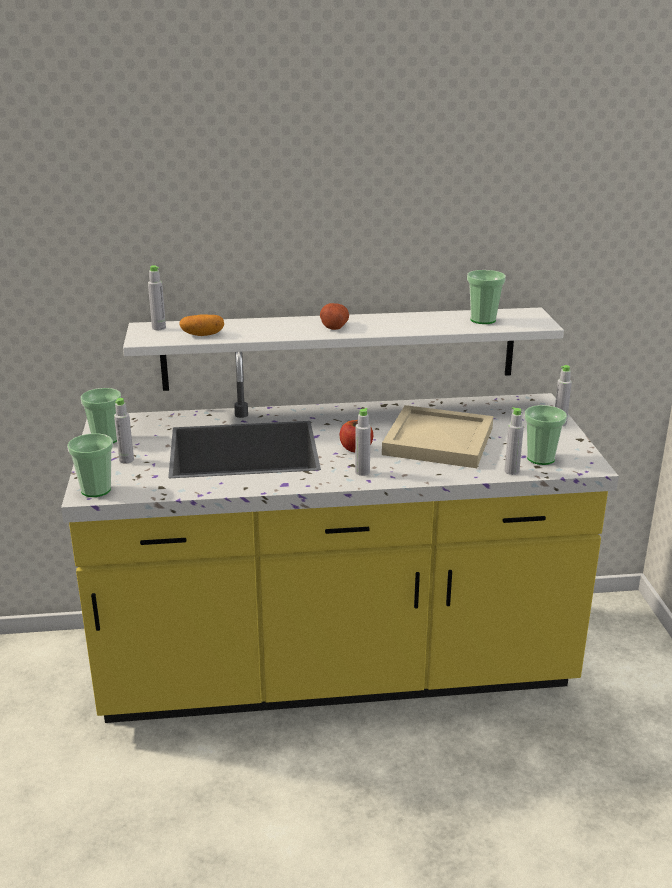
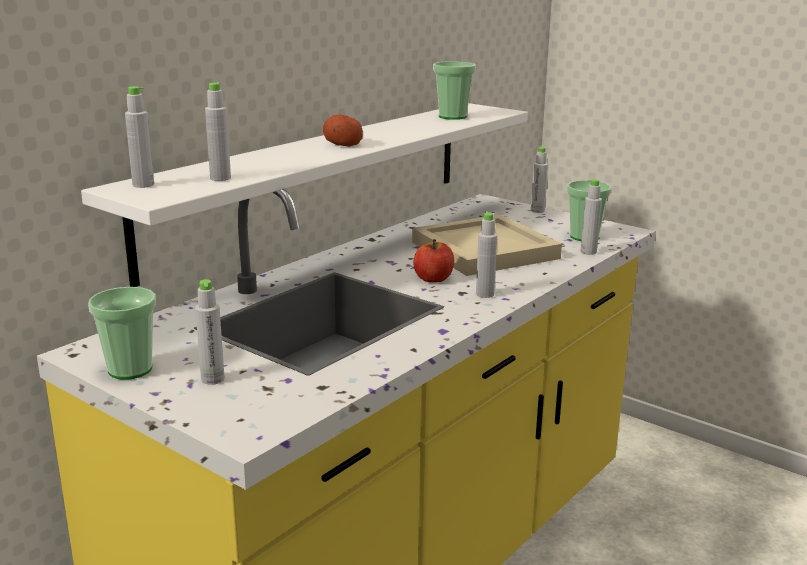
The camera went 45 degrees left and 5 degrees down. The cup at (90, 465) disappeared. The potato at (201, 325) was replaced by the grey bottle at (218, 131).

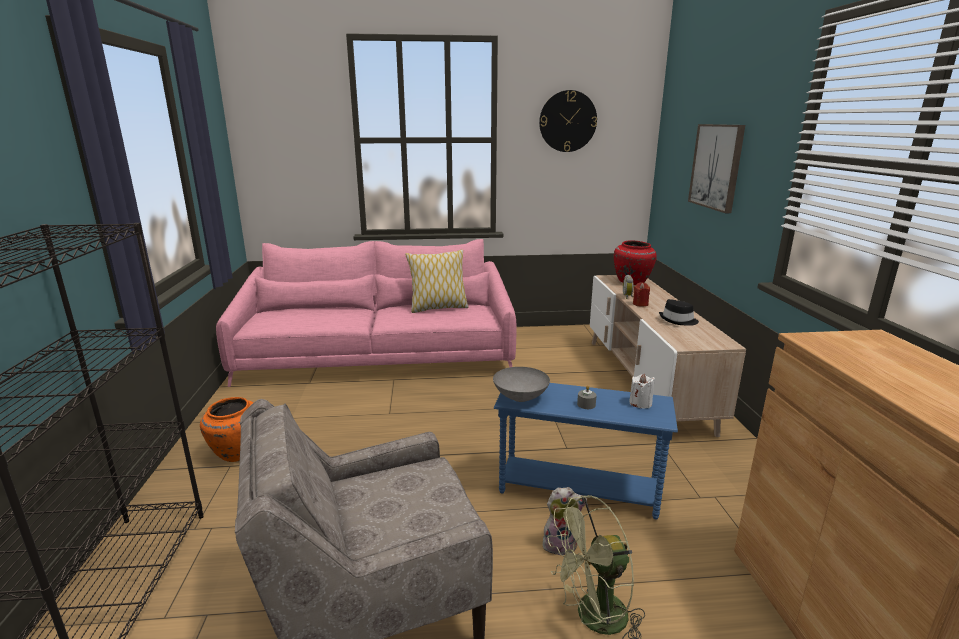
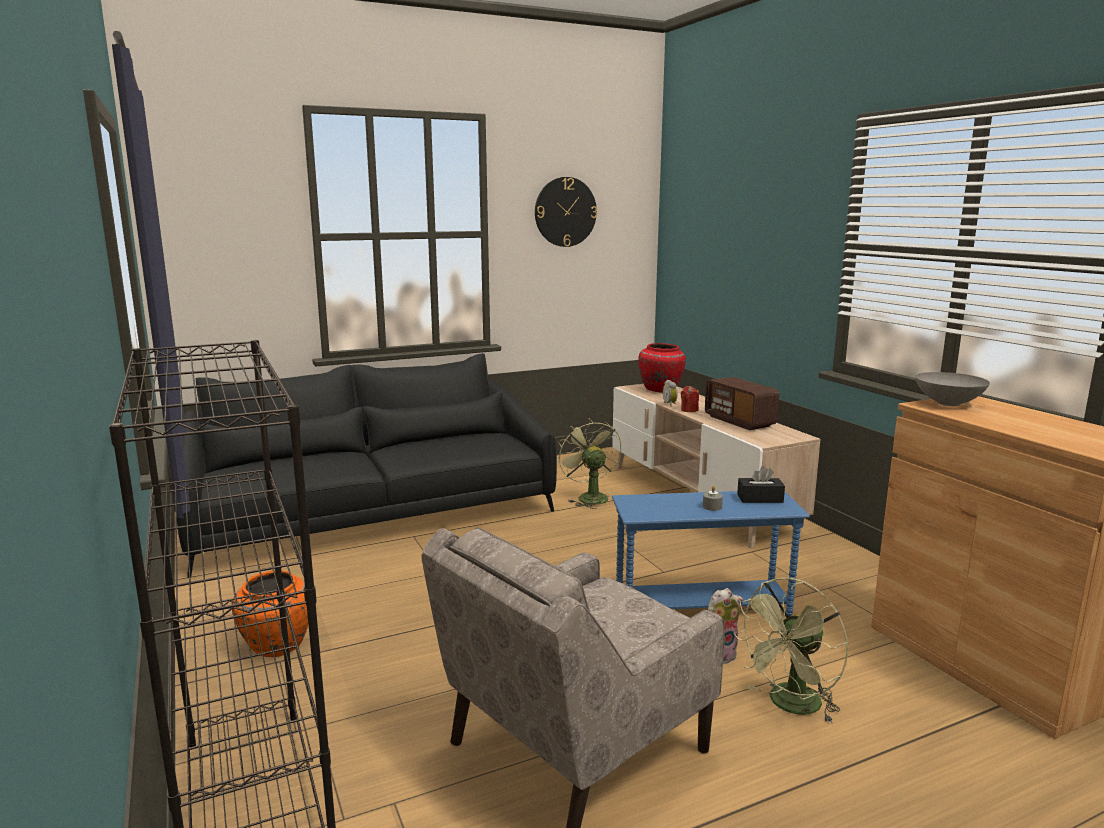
The camera went 20 degrees left and 5 degrees down. The pillow at (437, 281) disappeared. The picture at (716, 168) disappeared. The green fan at (589, 463) appeared. The grey bowl moved from (521, 384) to (952, 389). The white candle at (642, 391) was replaced by the black tissue box at (761, 484). The black hat at (679, 312) was replaced by the radio at (742, 403). The pink sofa at (366, 313) became the black sofa at (365, 465).

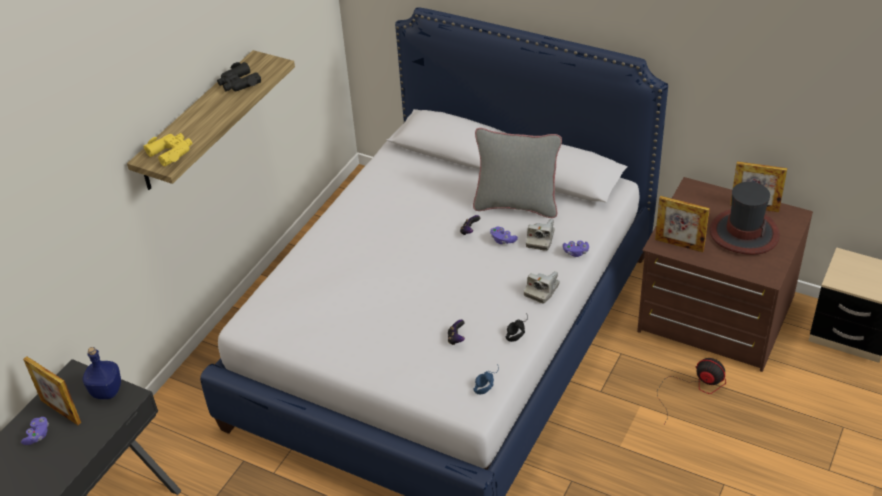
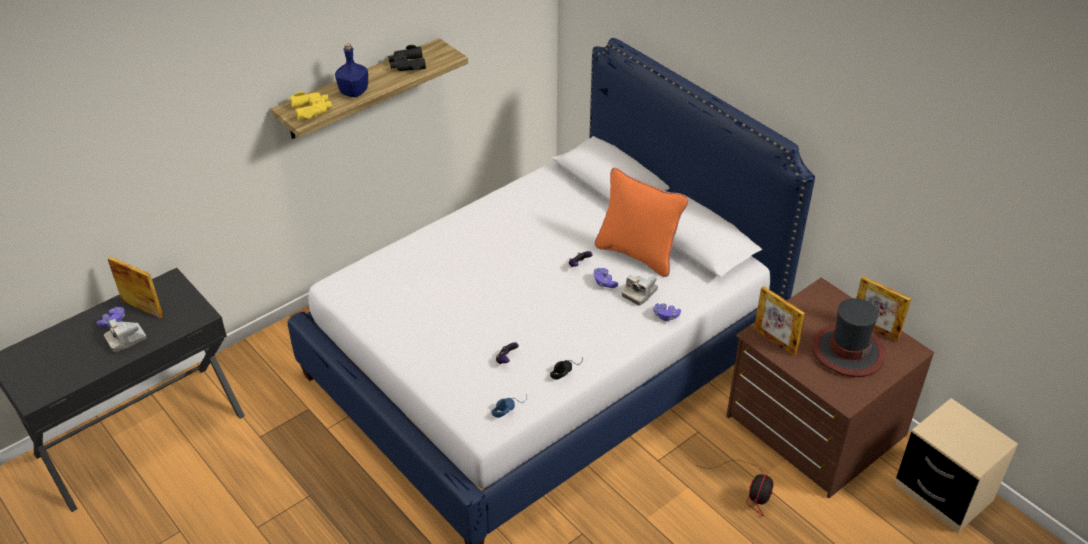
The camera went 20 degrees right and 0 degrees up. The blue bottle moved from (102, 373) to (351, 70). The photo camera moved from (542, 287) to (125, 336). The grey pillow at (517, 173) became the orange pillow at (641, 222). The picture frame at (52, 390) turned 150 degrees clockwise. The fan at (691, 391) turned 60 degrees clockwise.

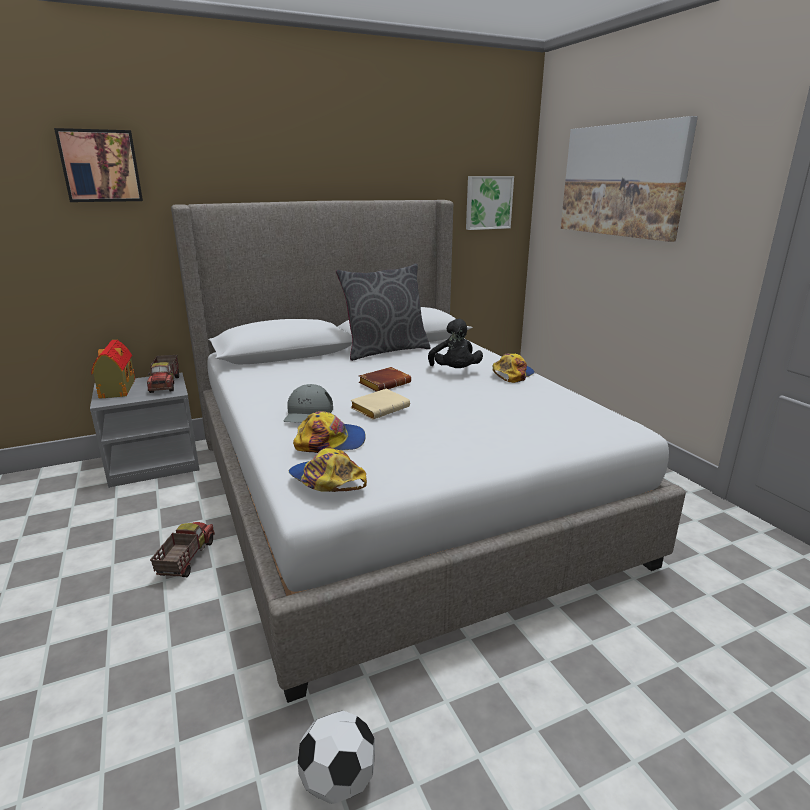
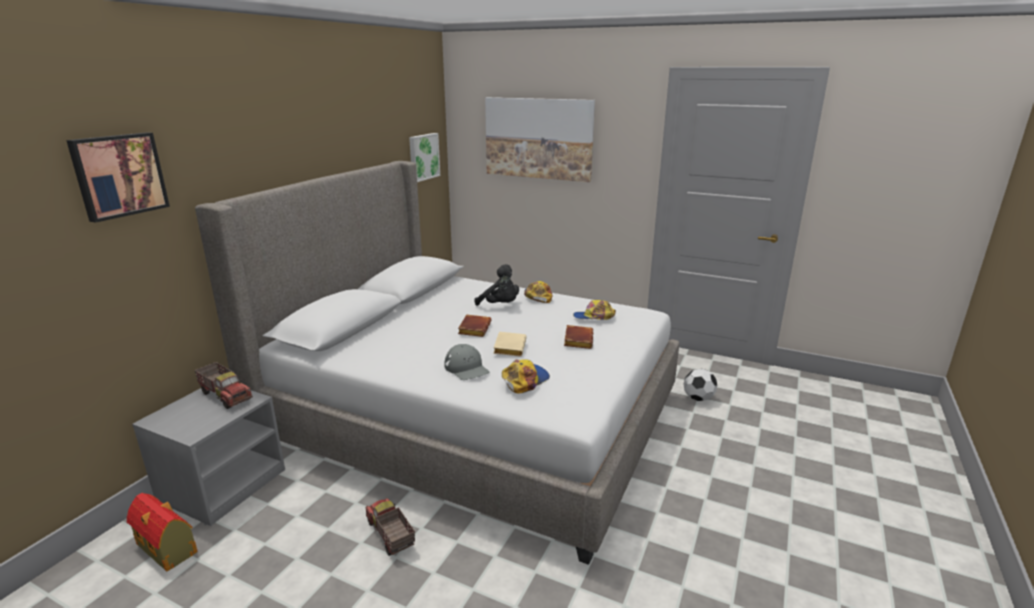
The camera went 40 degrees left and 0 degrees up. The grey pillow at (383, 312) disappeared. The brown book at (578, 337) appeared. The toy house moved from (113, 369) to (162, 532). The cap moved from (328, 470) to (594, 310). The football moved from (336, 757) to (700, 385).

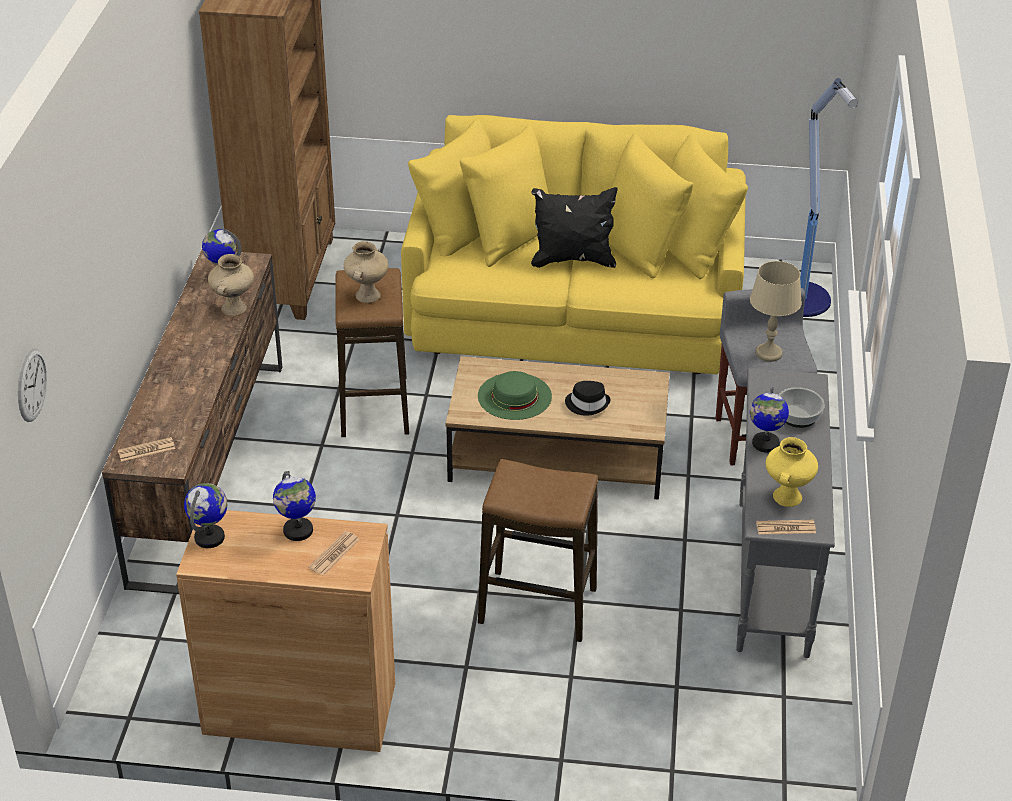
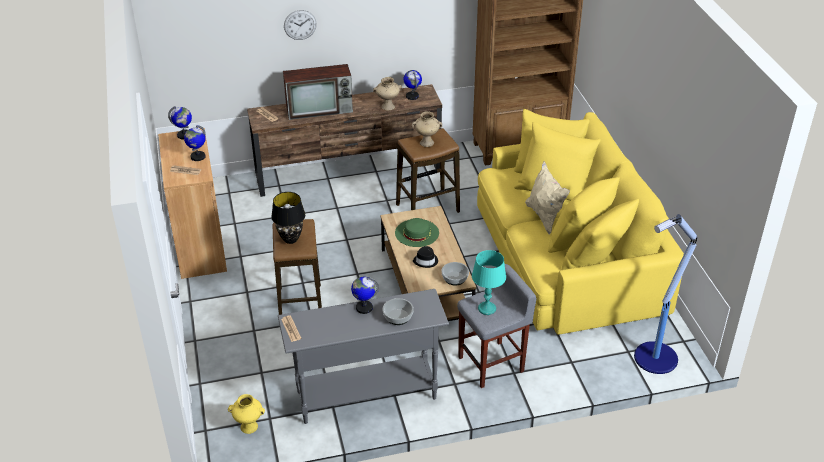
The camera went 70 degrees right and 0 degrees up. The black table lamp at (288, 218) appeared. The television at (318, 92) appeared. The bowl at (455, 274) appeared. The wall clock moved from (32, 385) to (300, 25). The yellow vase moved from (792, 472) to (246, 414). The black pillow at (574, 227) became the beige pillow at (547, 198). The beige table lamp at (776, 311) became the turquoise table lamp at (489, 282).

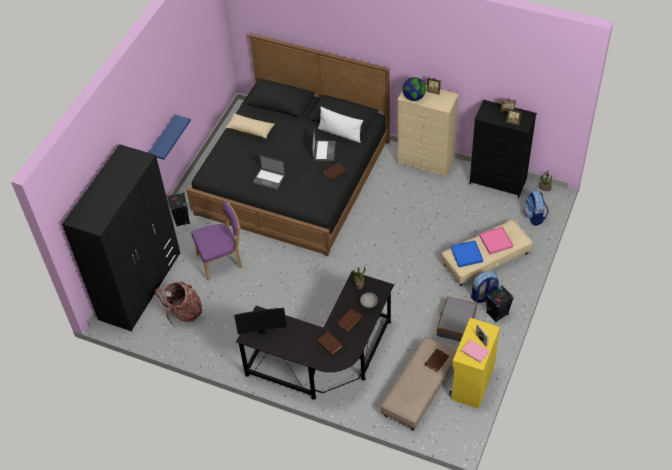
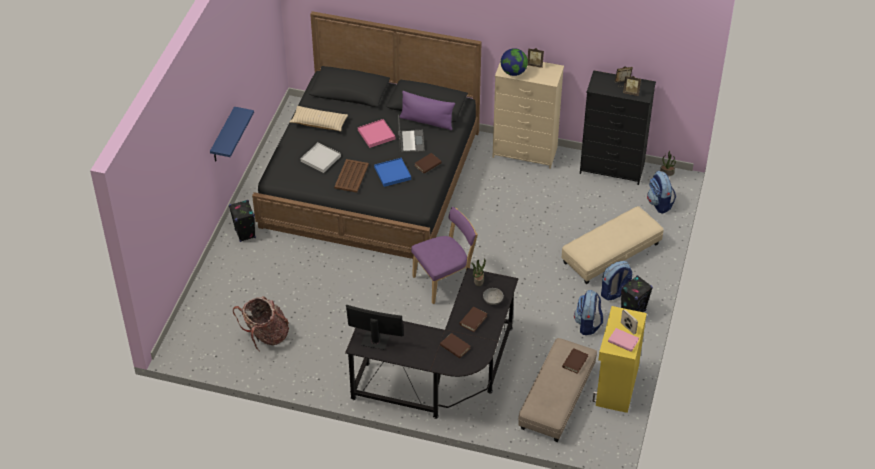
The camera went 10 degrees left and 5 degrees down. The black wardrobe at (121, 238) disappeared. The white tray at (320, 157) appeared. The purple chair moved from (216, 240) to (444, 255). The blue tray moved from (467, 254) to (392, 172). The pink tray moved from (496, 240) to (376, 133). The laptop at (269, 172) was replaced by the brown tray at (351, 176). The grey suitcase at (457, 319) was replaced by the backpack at (588, 312). The white pillow at (340, 125) became the purple pillow at (427, 110). The monitor at (260, 324) turned 150 degrees counterclockwise.

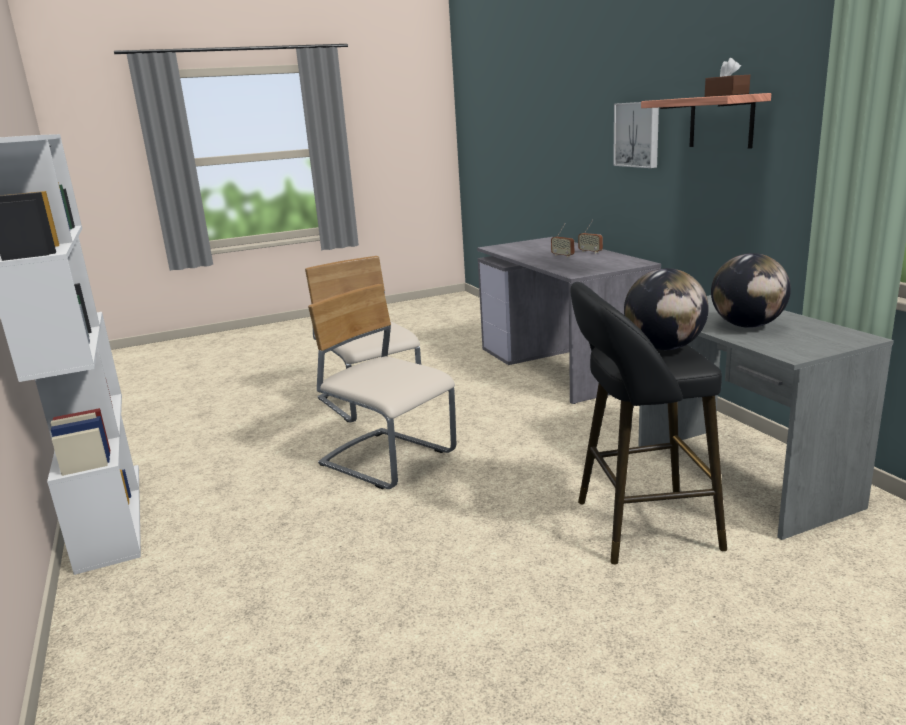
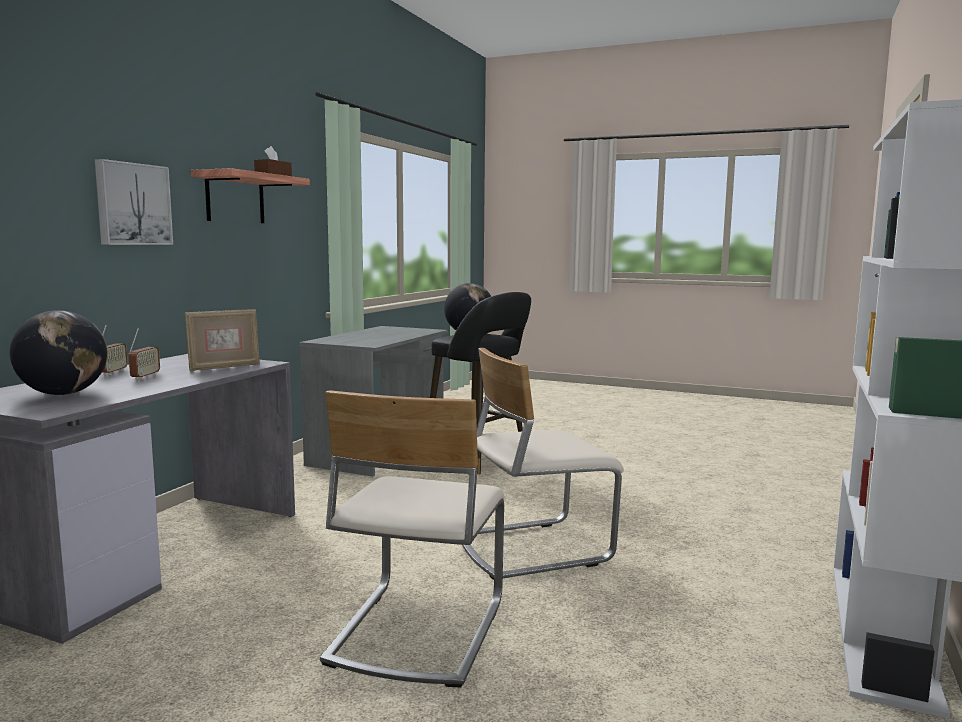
The camera went 135 degrees left and 10 degrees down. The picture frame at (222, 340) appeared. The globe moved from (751, 290) to (58, 352). The beige chair at (382, 386) turned 75 degrees clockwise.

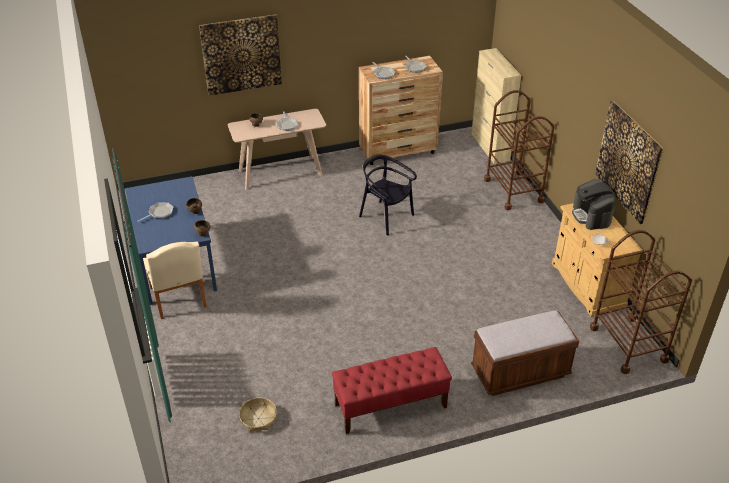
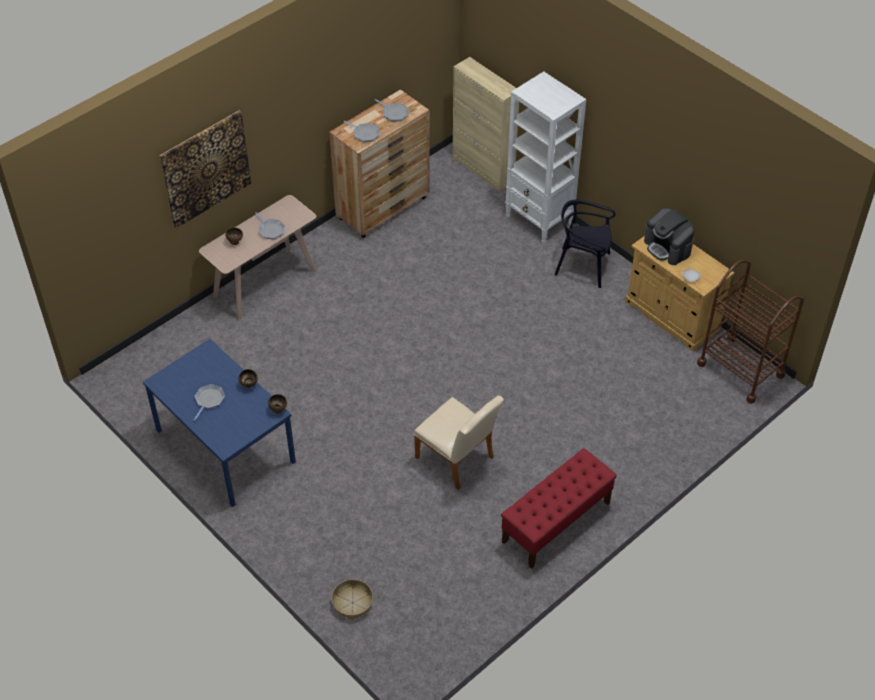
The camera went 25 degrees left and 10 degrees up. The brown bench at (525, 353) disappeared. The picture at (629, 162) disappeared. The beige chair moved from (175, 280) to (459, 443). The basket moved from (258, 415) to (352, 599). The black chair moved from (388, 194) to (585, 244). The brown cart at (519, 150) was replaced by the white bookcase at (545, 157).

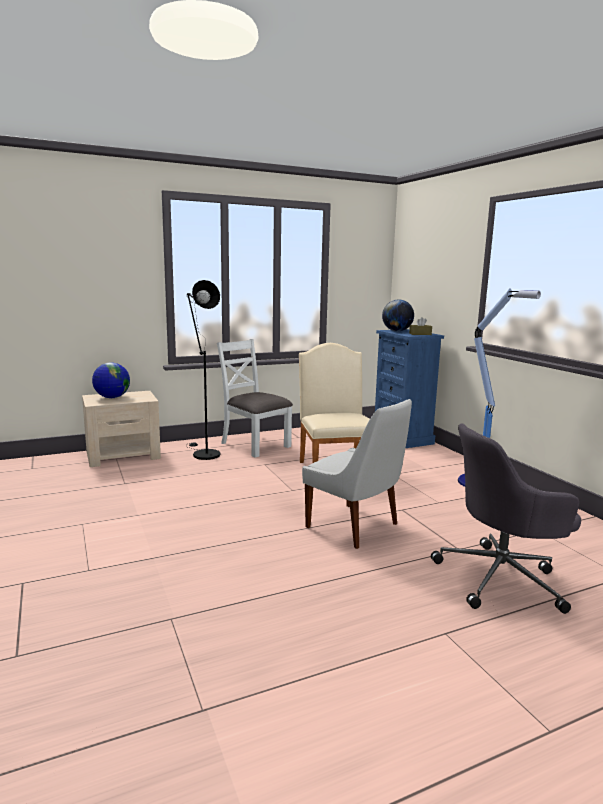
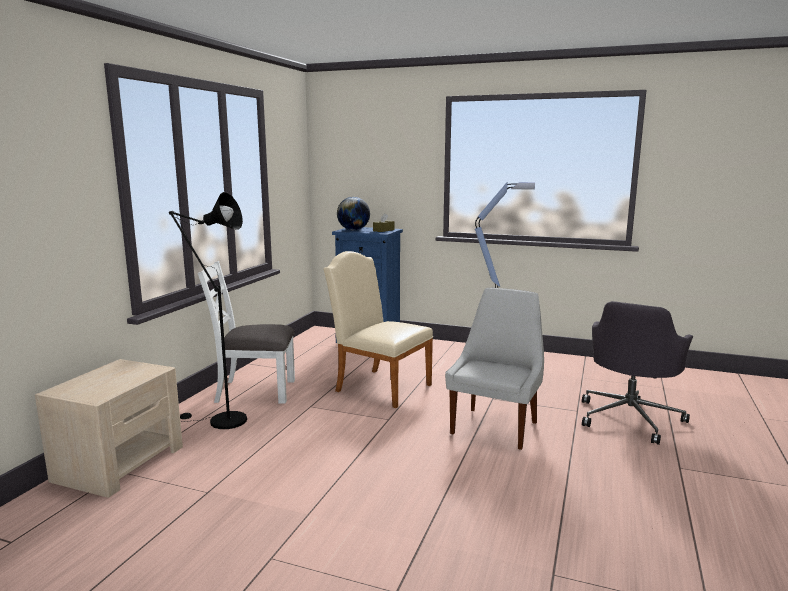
The camera went 45 degrees left and 0 degrees up. The globe at (111, 380) disappeared. The white chair at (357, 474) turned 60 degrees counterclockwise.

